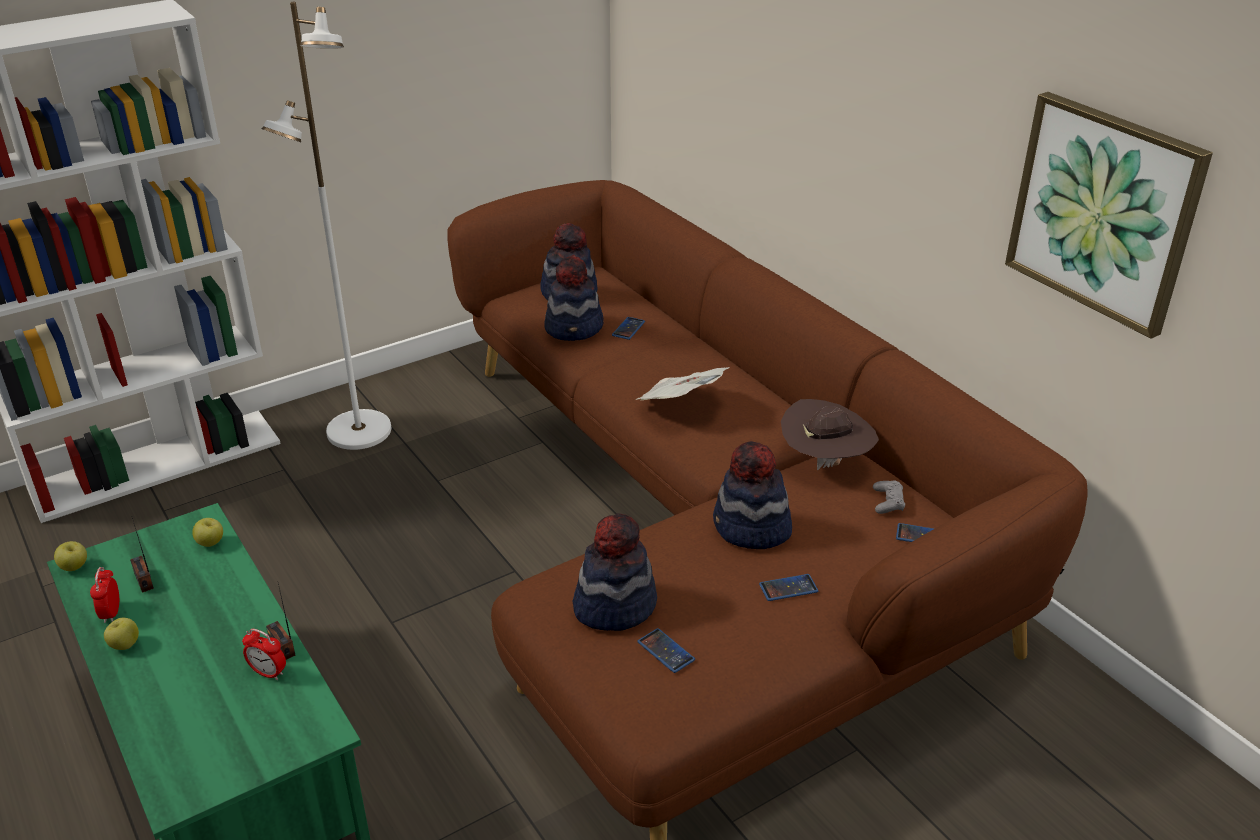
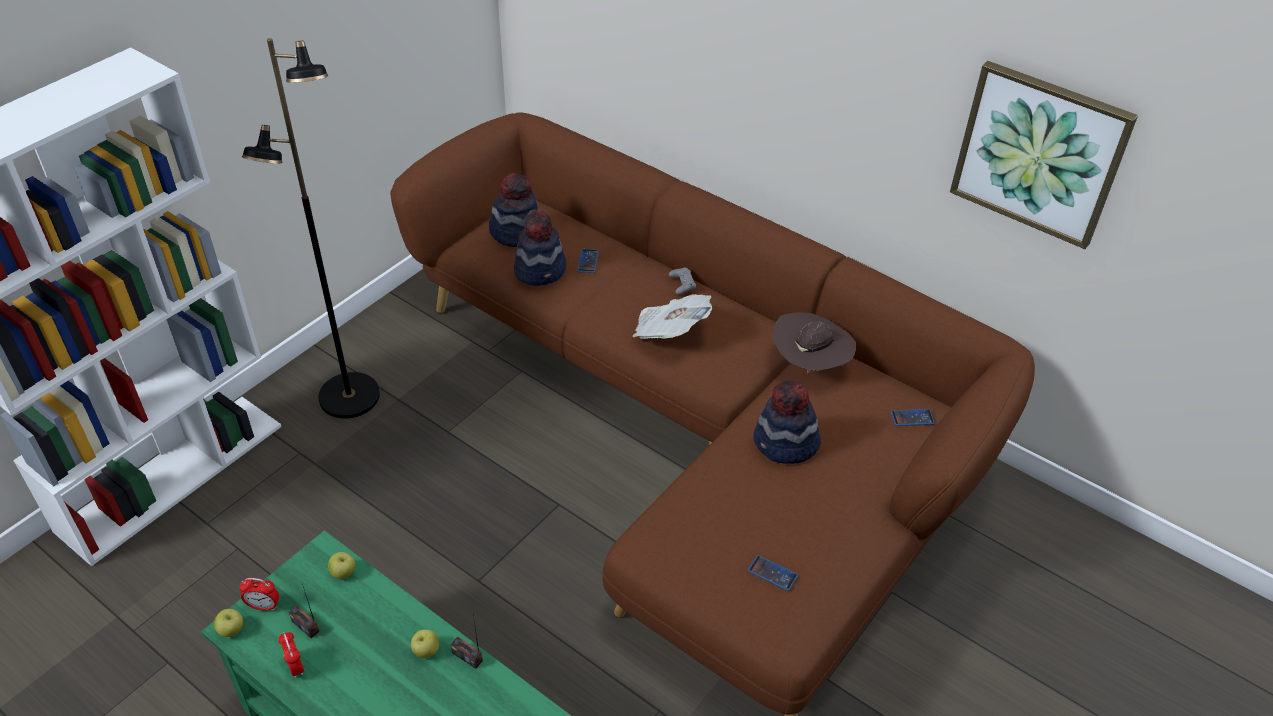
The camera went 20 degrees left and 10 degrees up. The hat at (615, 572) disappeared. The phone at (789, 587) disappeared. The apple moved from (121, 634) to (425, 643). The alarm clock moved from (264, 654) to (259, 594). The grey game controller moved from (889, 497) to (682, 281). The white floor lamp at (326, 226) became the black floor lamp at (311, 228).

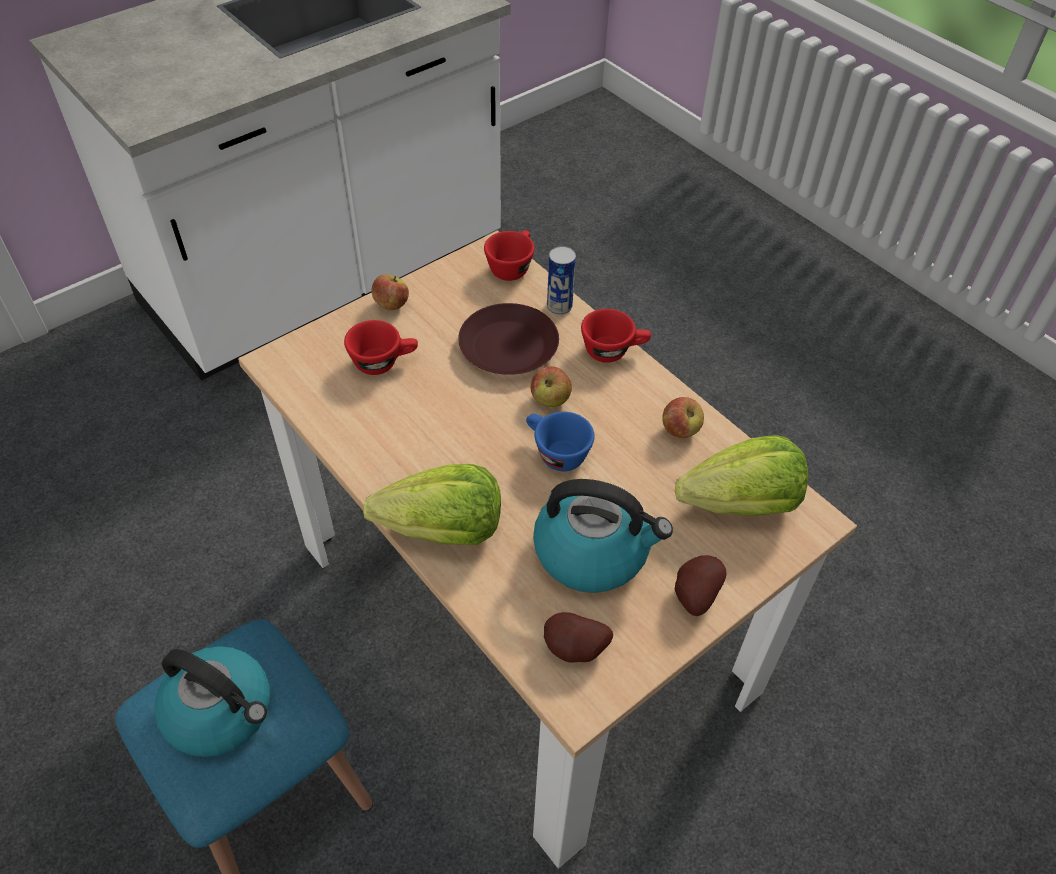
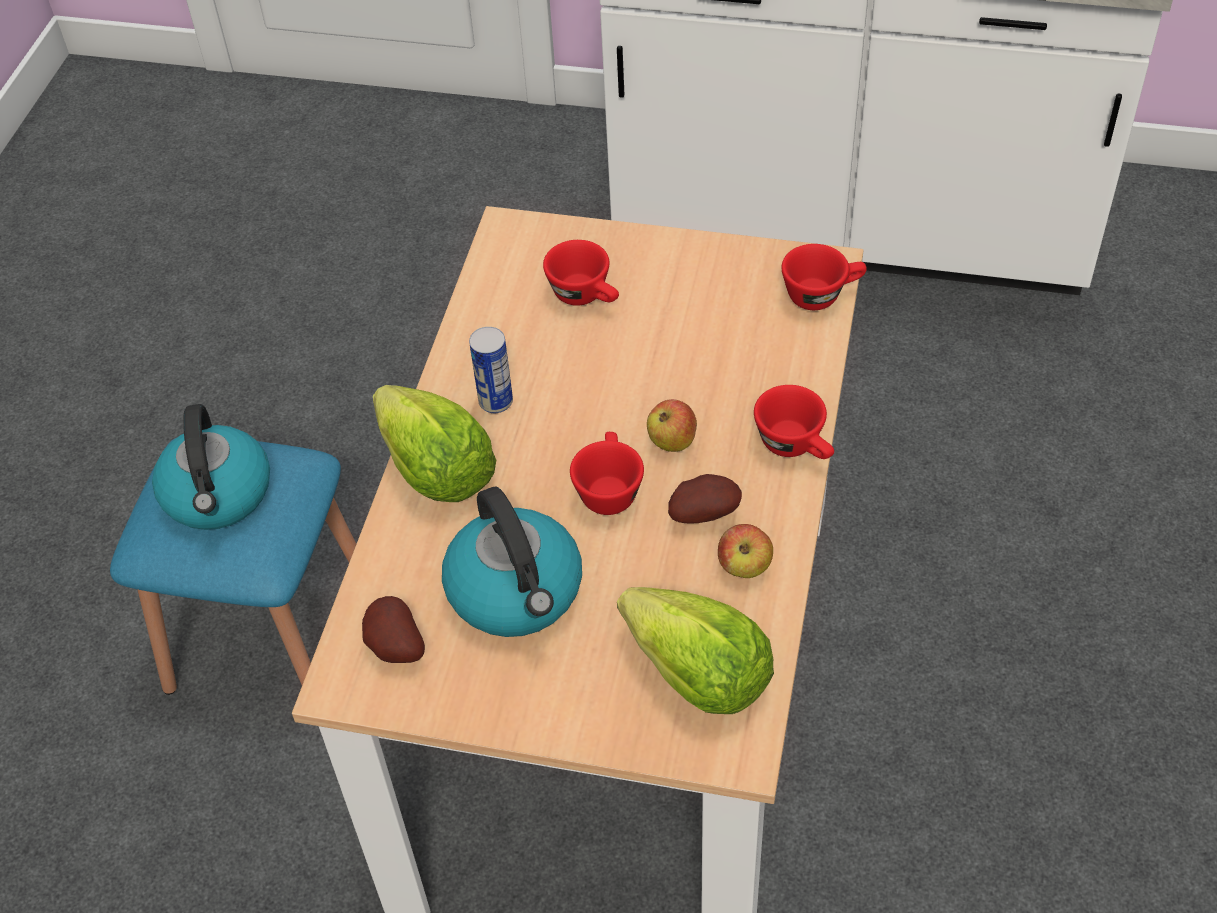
The camera went 55 degrees right and 0 degrees up. The apple at (390, 292) disappeared. The brown plate at (508, 339) disappeared. The can moved from (561, 280) to (491, 370). The potato moved from (701, 585) to (705, 499). The blue cup at (560, 441) became the red cup at (607, 473).

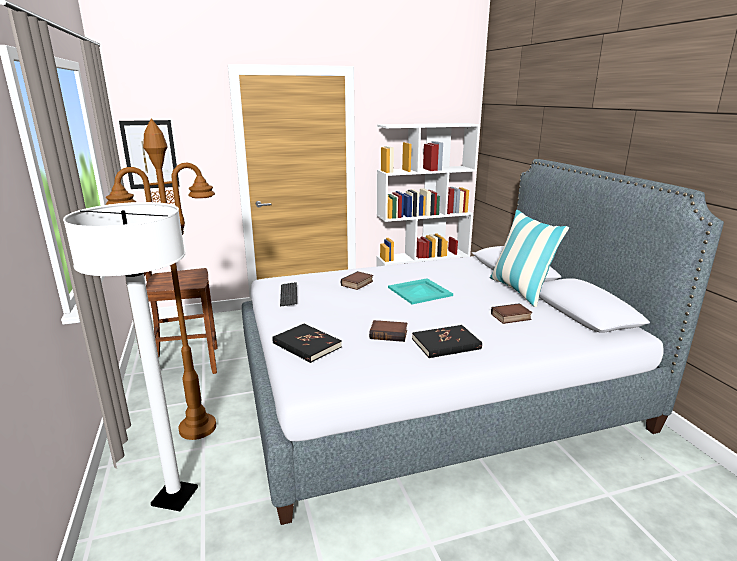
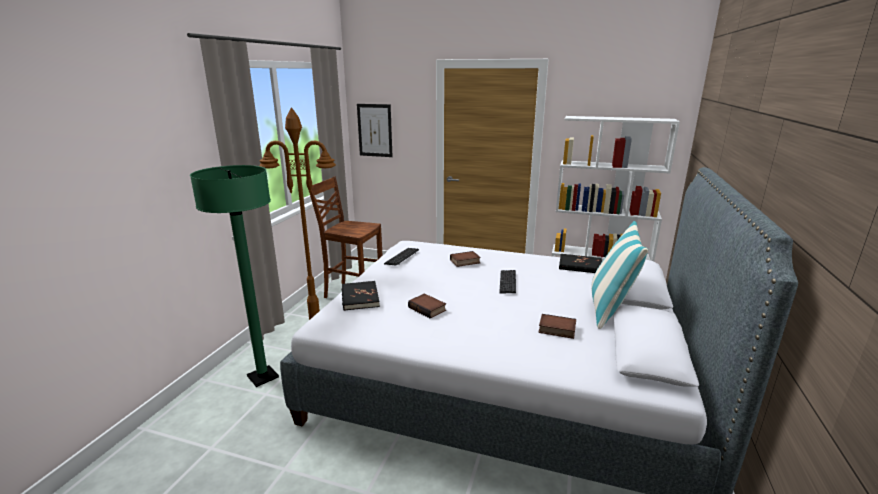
The camera went 35 degrees right and 0 degrees up. The black book moved from (447, 341) to (580, 263). The turquoise tray at (420, 291) was replaced by the keyboard at (507, 282). The white floor lamp at (130, 356) became the green floor lamp at (234, 276).

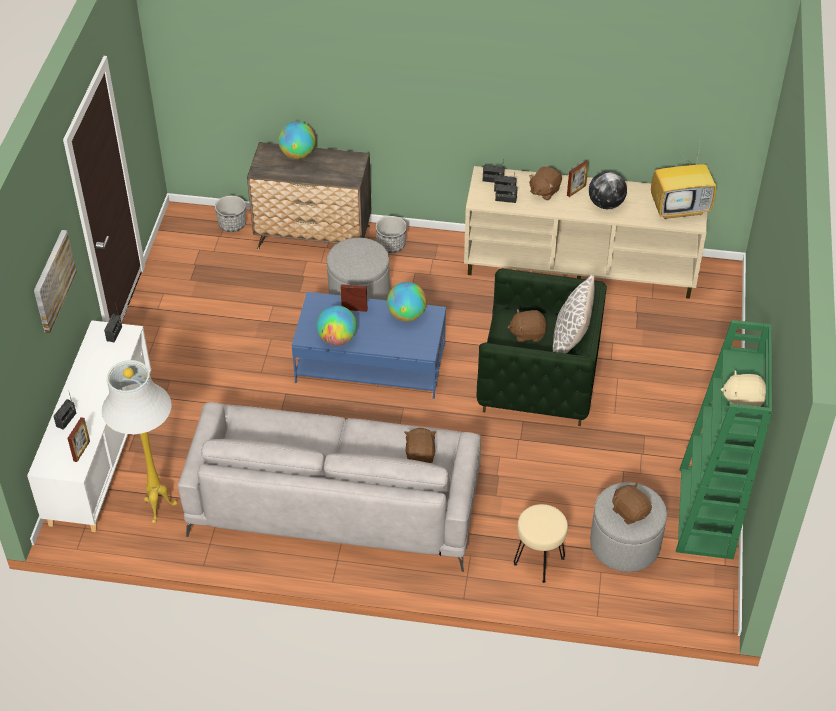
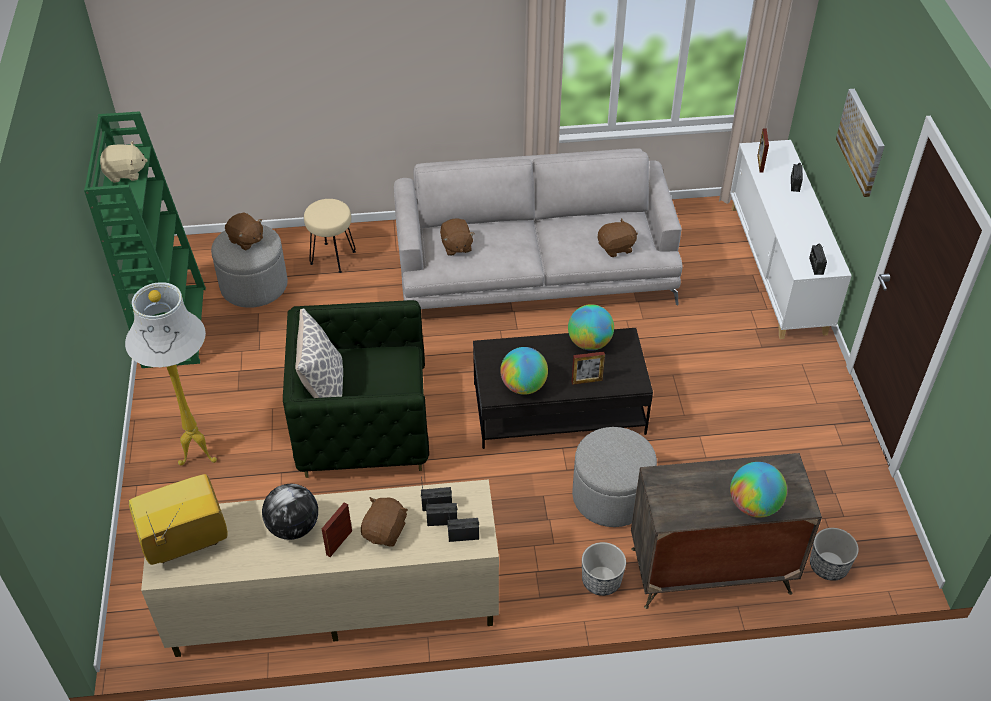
The camera went 165 degrees right and 0 degrees up. The white floor lamp moved from (140, 442) to (171, 373). The brown plush toy moved from (527, 326) to (618, 237). The blue coffee table at (369, 345) became the black coffee table at (563, 388).

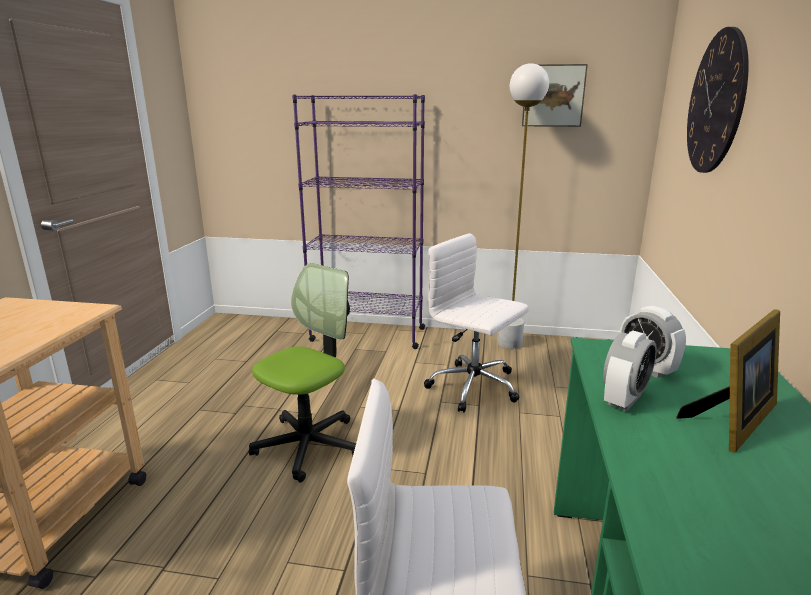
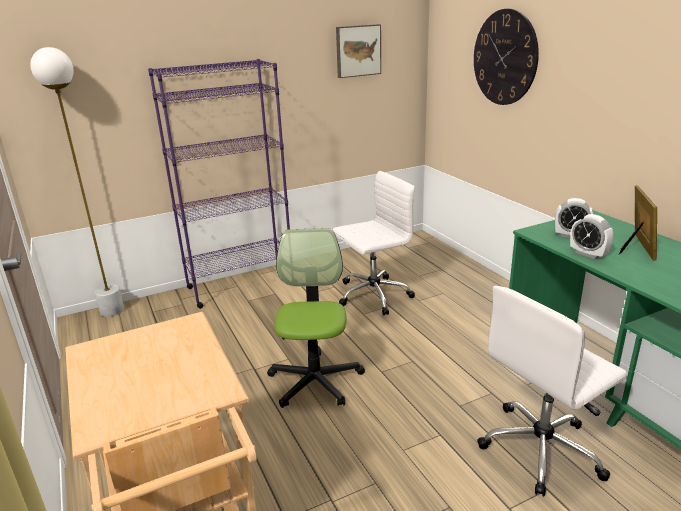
The camera went 35 degrees left and 5 degrees up. The white floor lamp moved from (523, 206) to (77, 182). The white office chair at (476, 322) turned 150 degrees clockwise. The alarm clock at (630, 370) turned 135 degrees clockwise.

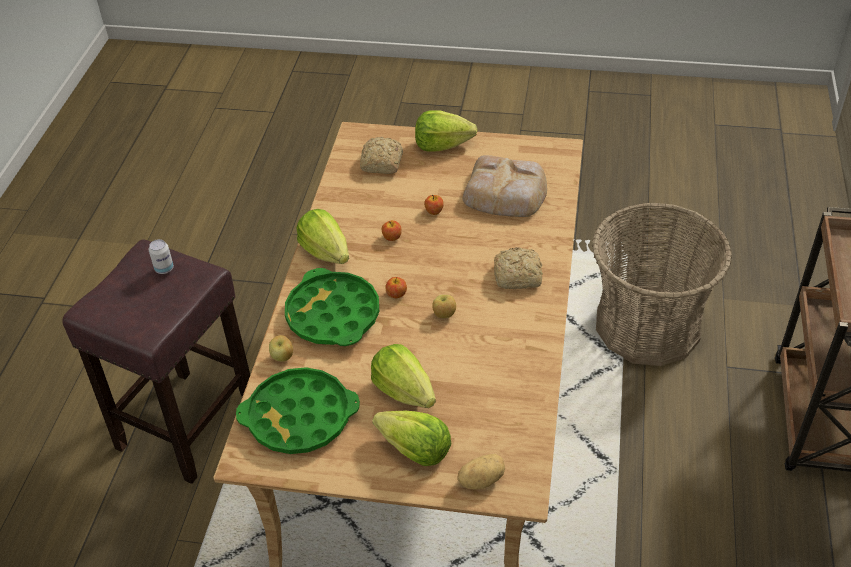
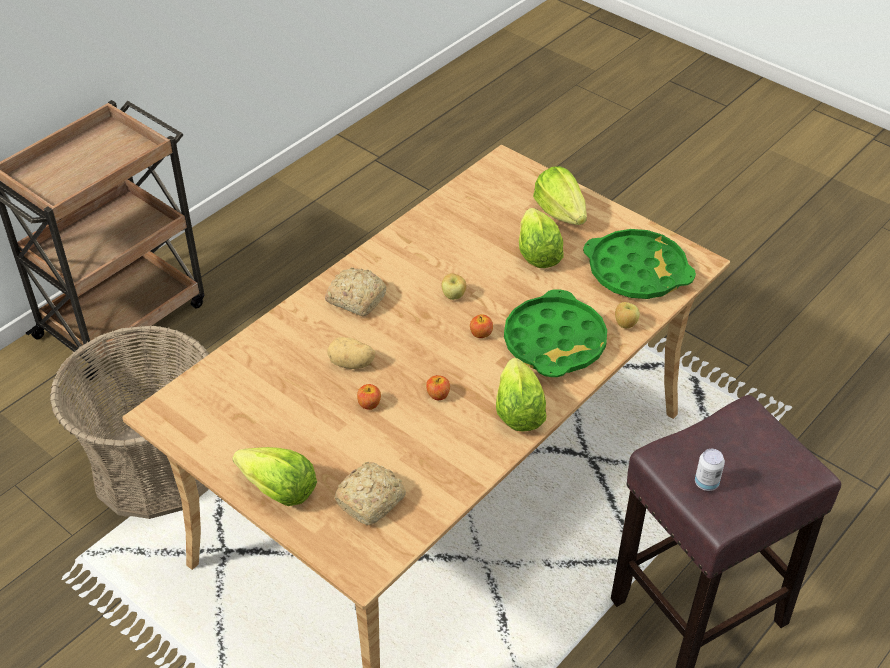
The camera went 150 degrees left and 0 degrees up. The bread at (505, 186) disappeared. The potato moved from (481, 471) to (351, 353).

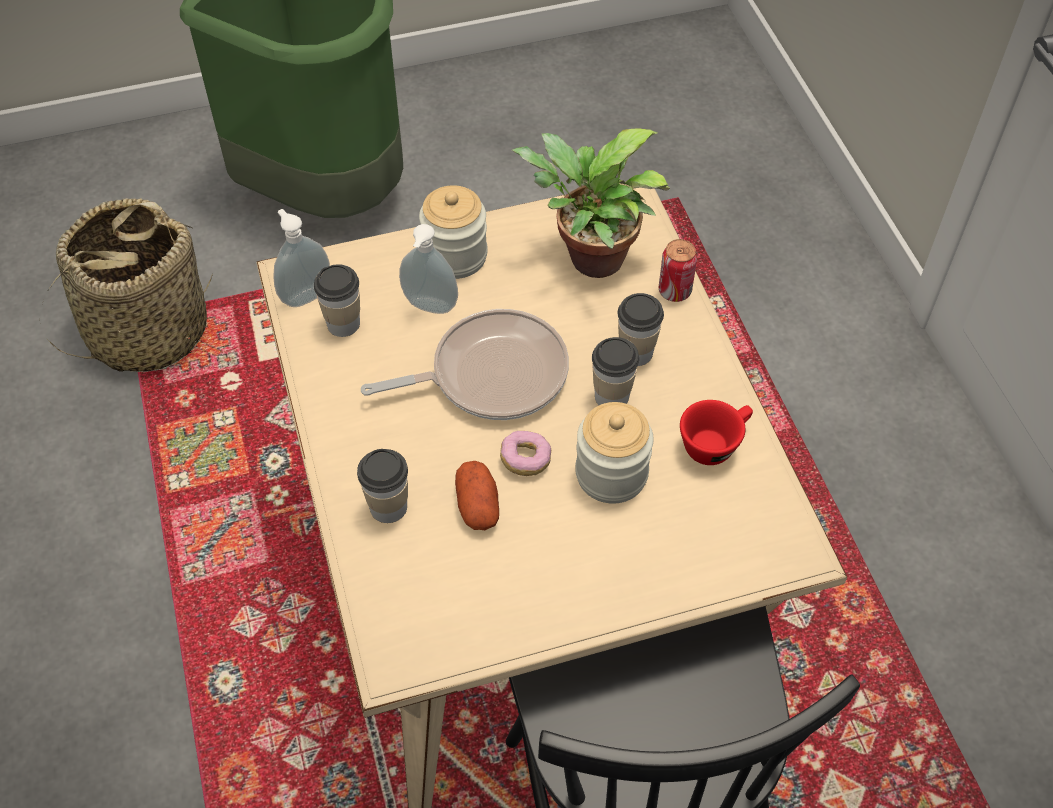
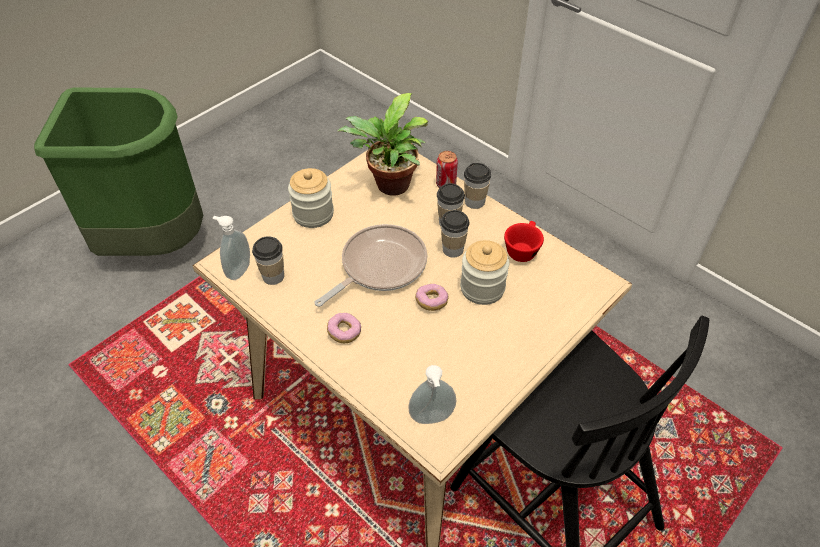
The camera went 30 degrees left and 5 degrees down. The basket at (127, 285) disappeared. The potato at (477, 495) disappeared. The donut at (344, 328) appeared. The cup moved from (382, 486) to (477, 186). The soap dispenser moved from (428, 269) to (432, 394).

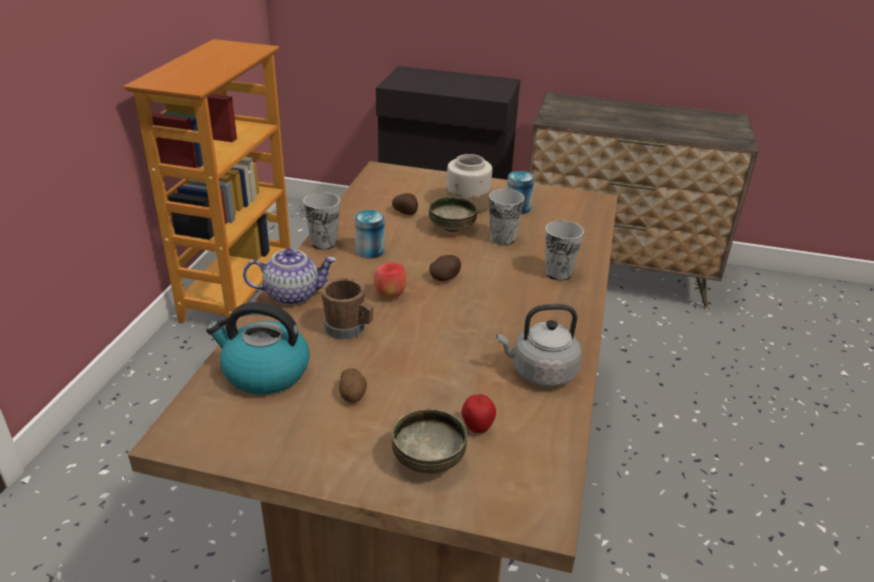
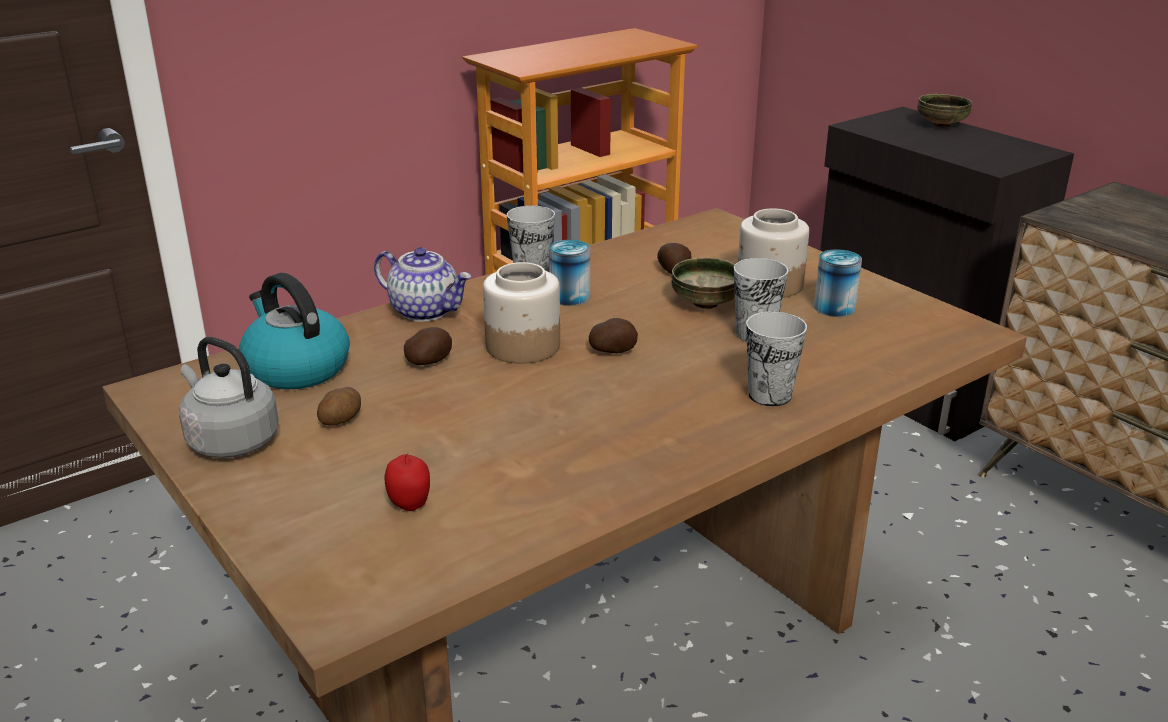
The camera went 40 degrees right and 5 degrees down. The bowl moved from (429, 441) to (944, 111). The grey kettle moved from (539, 345) to (229, 397). The brown mug at (347, 308) was replaced by the potato at (428, 346). The apple at (390, 280) was replaced by the jar at (521, 313).

